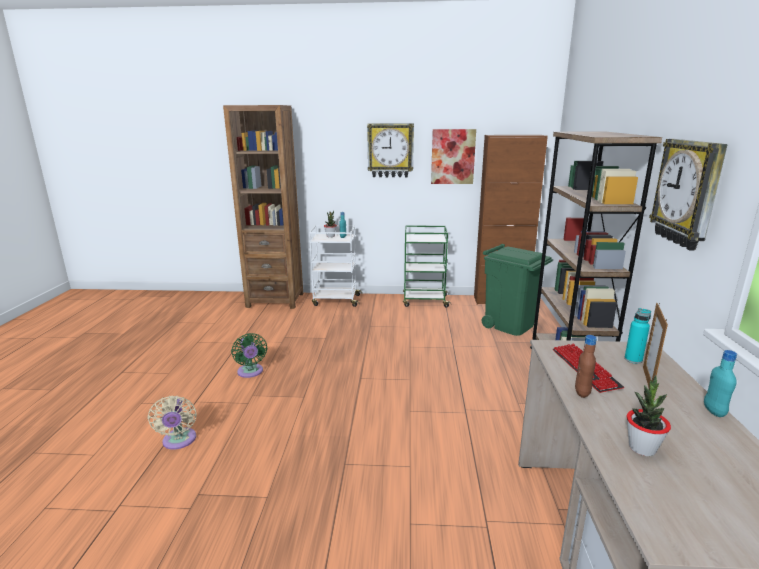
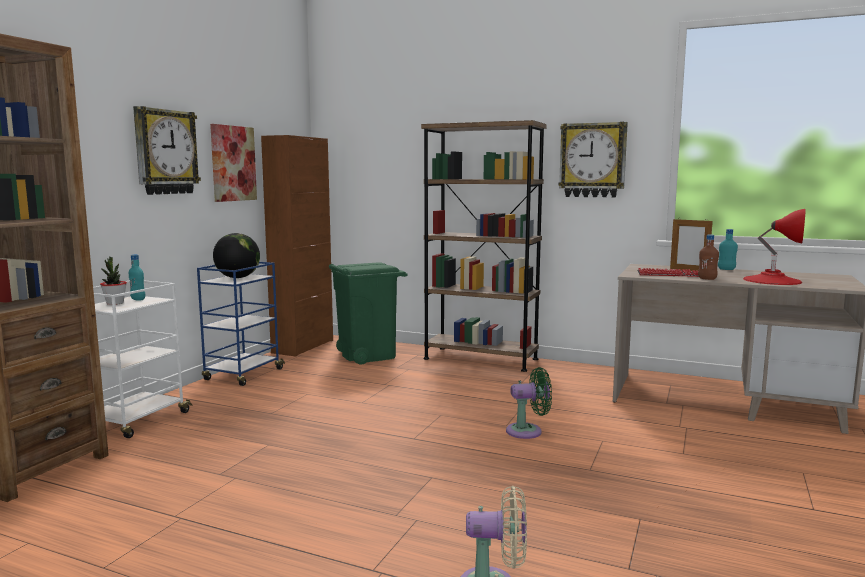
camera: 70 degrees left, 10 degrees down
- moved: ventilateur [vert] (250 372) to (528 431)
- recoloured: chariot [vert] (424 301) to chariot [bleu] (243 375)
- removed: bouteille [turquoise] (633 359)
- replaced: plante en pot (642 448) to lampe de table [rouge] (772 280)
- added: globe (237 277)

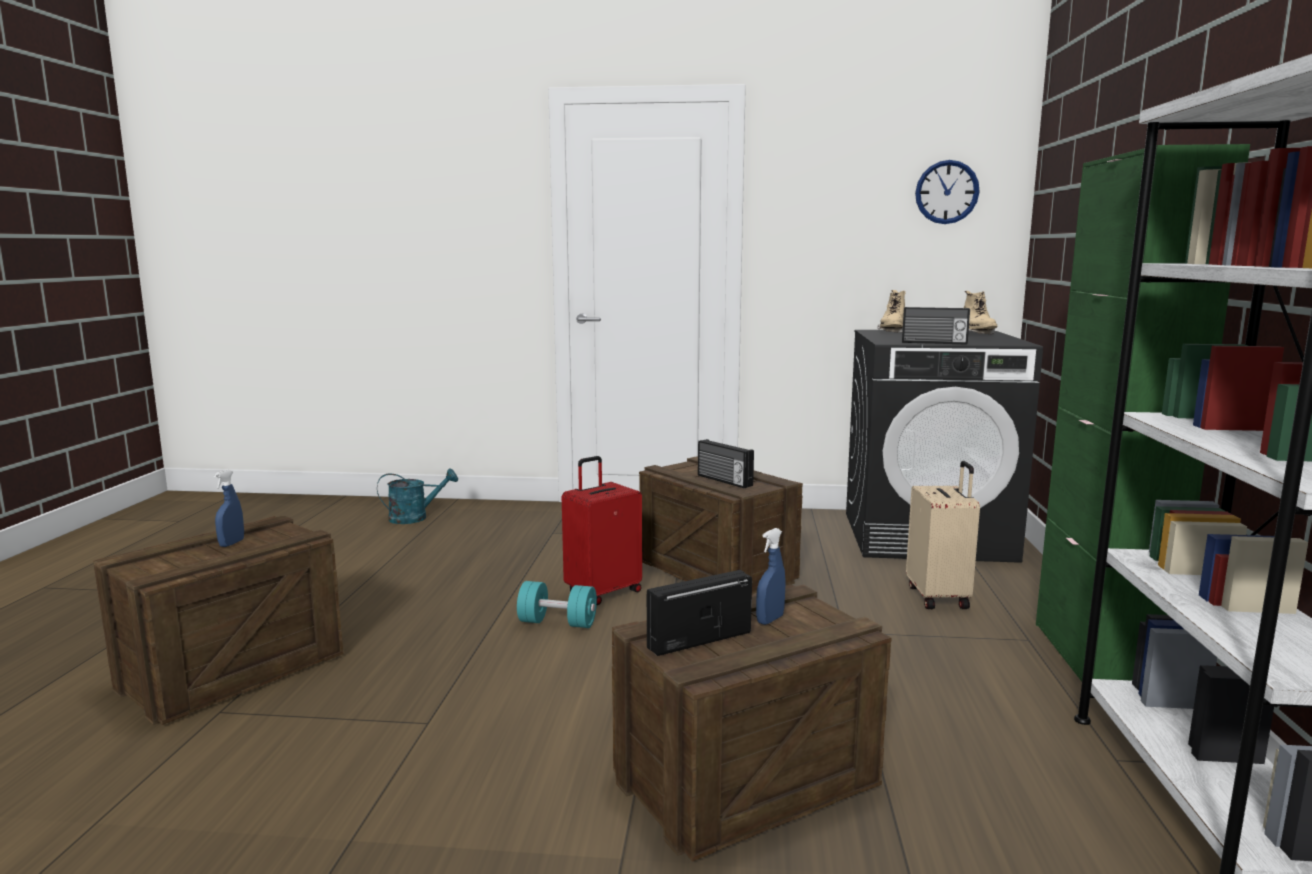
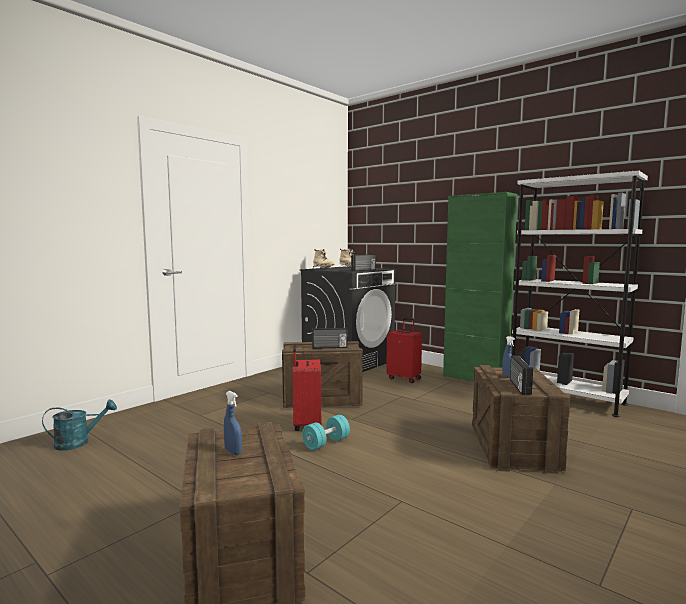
camera: 55 degrees left, 5 degrees down
- turned: arrosoir [turquoise] (415 518) = (78 442) 45 degrees clockwise
- recoloured: valise [beige] (939 597) to valise [rouge] (404 378)
- removed: horloge murale (946 192)

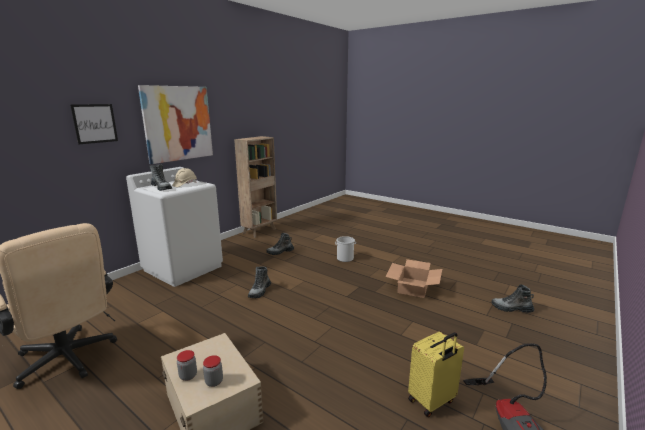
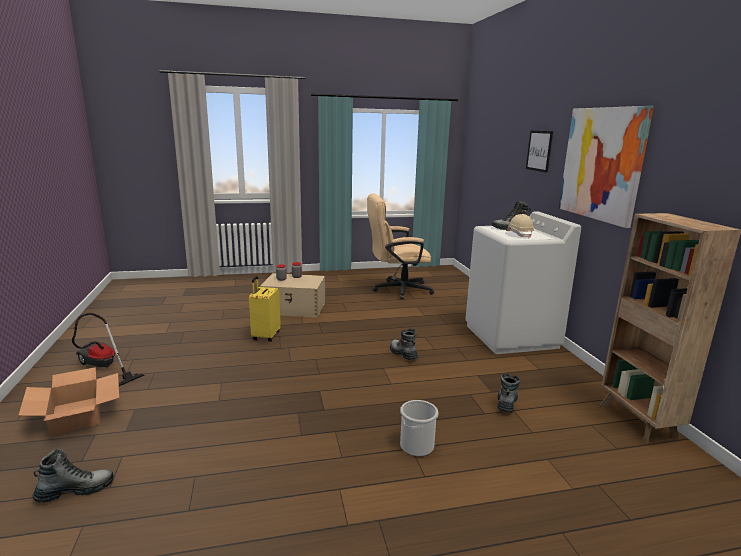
camera: 130 degrees right, 0 degrees up
- moved: carton (413 287) to (76 415)
- moved: valise [jaune] (432 401) to (265 336)

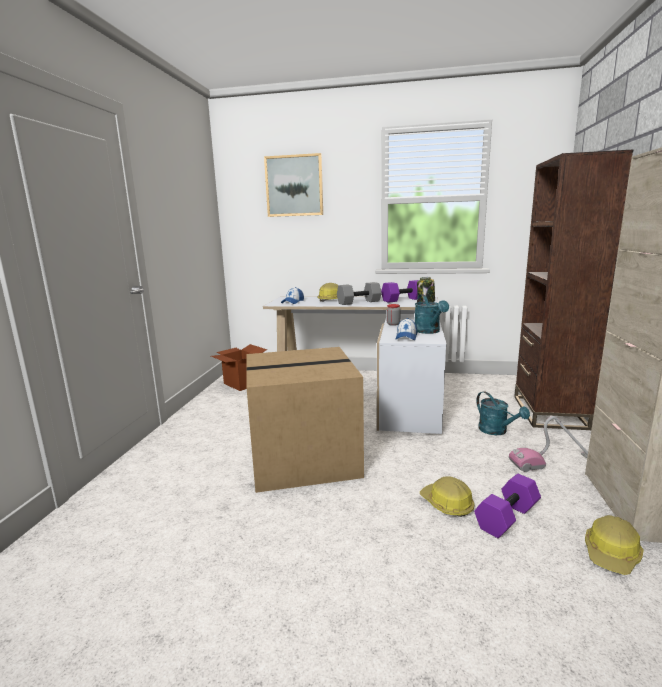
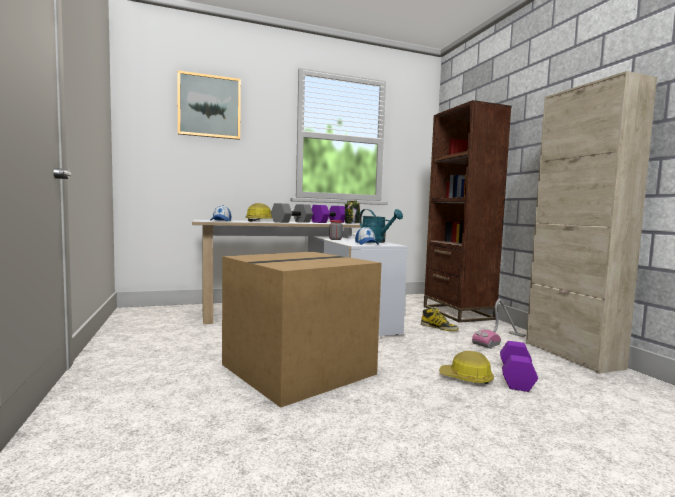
camera: 30 degrees left, 10 degrees down
- removed: carton (241 384)
- replaced: arrosoir [turquoise] (497 431) to botte (439 328)
- removed: casque de chantier (612 554)

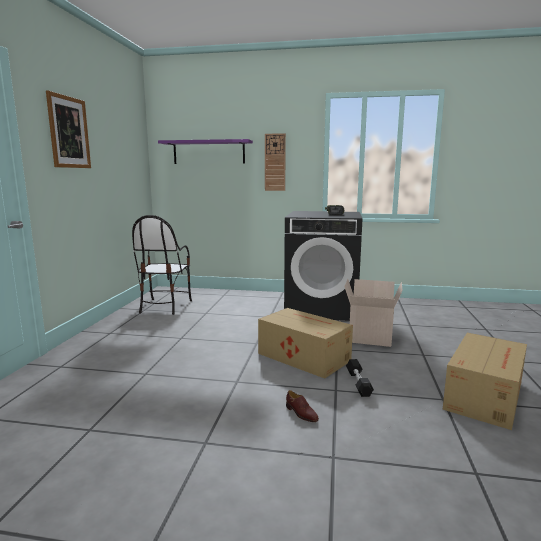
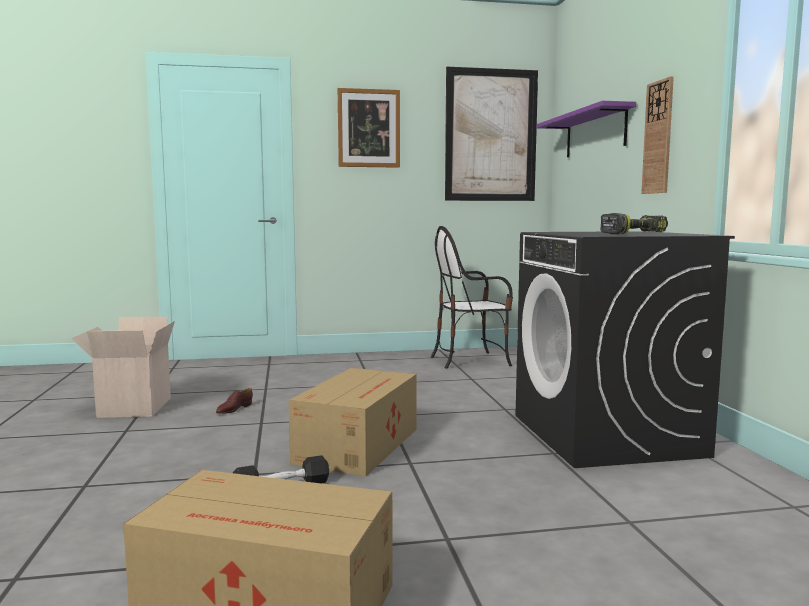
camera: 70 degrees right, 5 degrees down
- moved: chaussure [marron] (301 413) to (234 409)
- moved: carton (369 338) to (133 407)
- added: tableau (491 135)

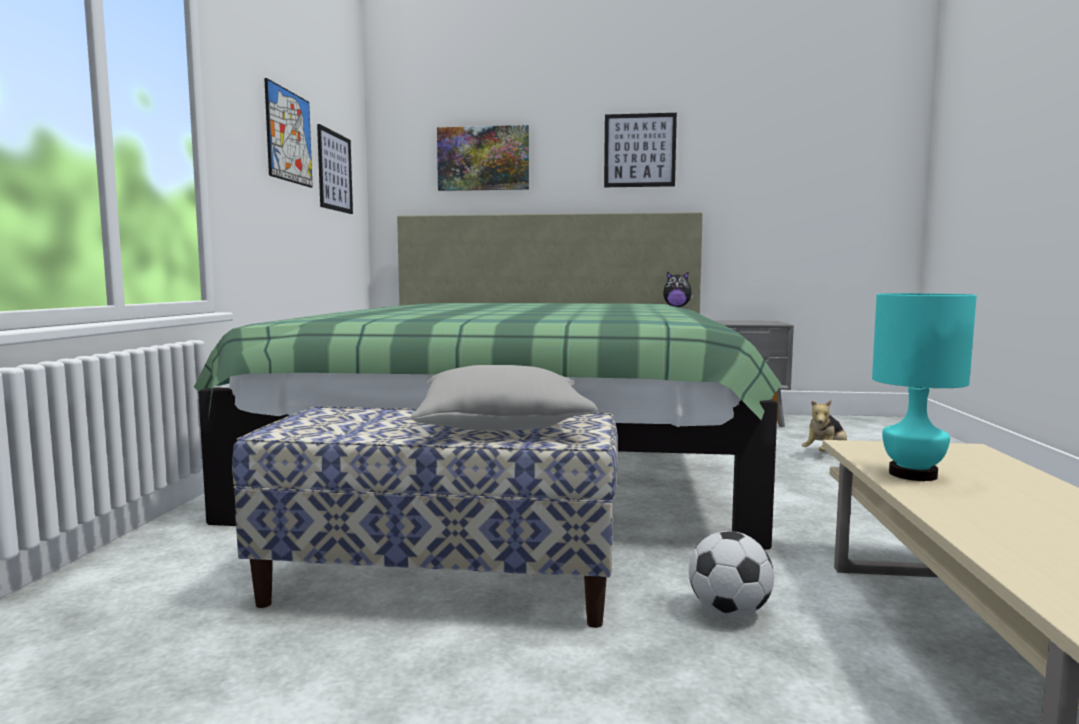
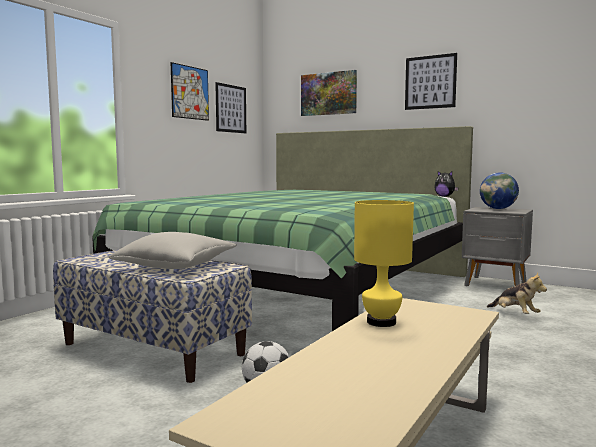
camera: 25 degrees right, 0 degrees up
- turned: peluche (825 453) = (515 314) 105 degrees counterclockwise
- recoloured: lampe de table [turquoise] (911 474) to lampe de table [jaune] (381 322)
- added: globe (498 208)

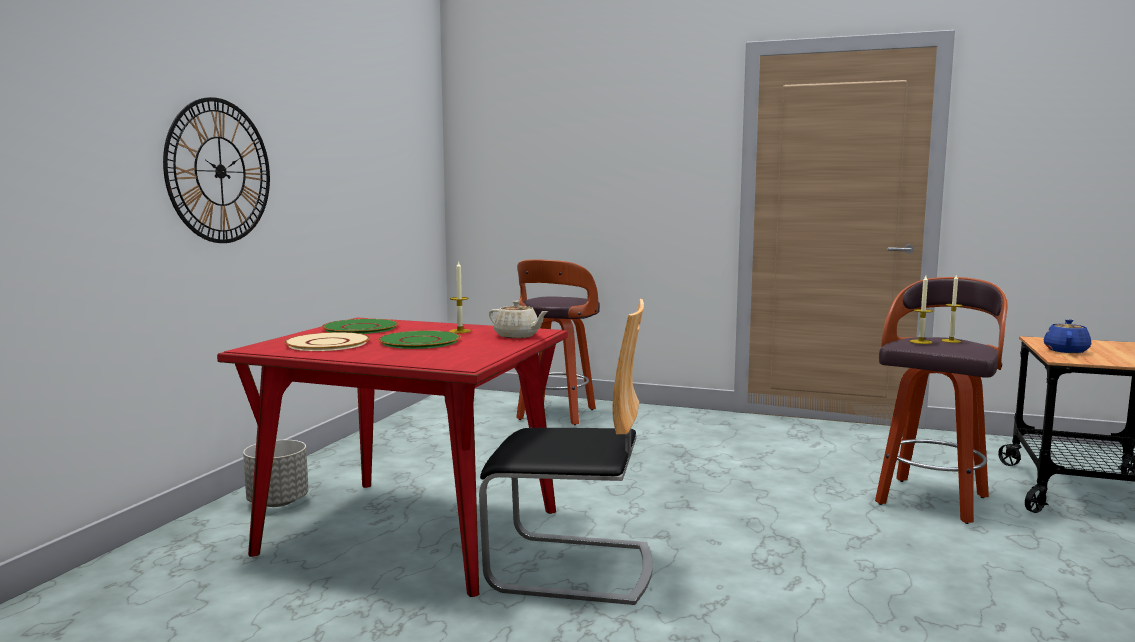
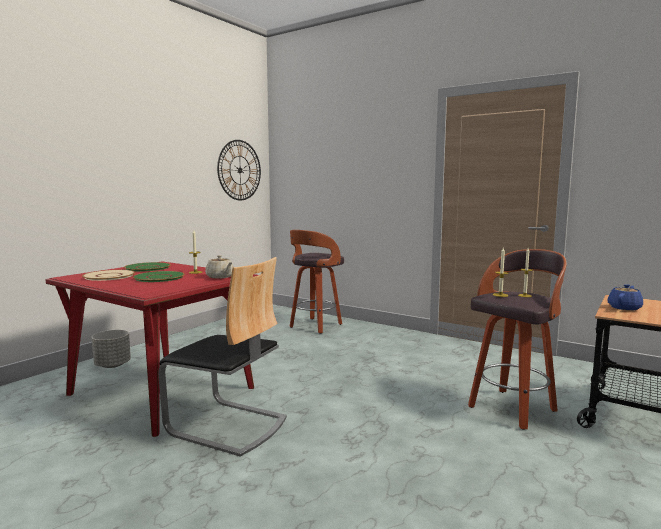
camera: 15 degrees right, 0 degrees up
- moved: horloge murale (220 171) to (239 170)

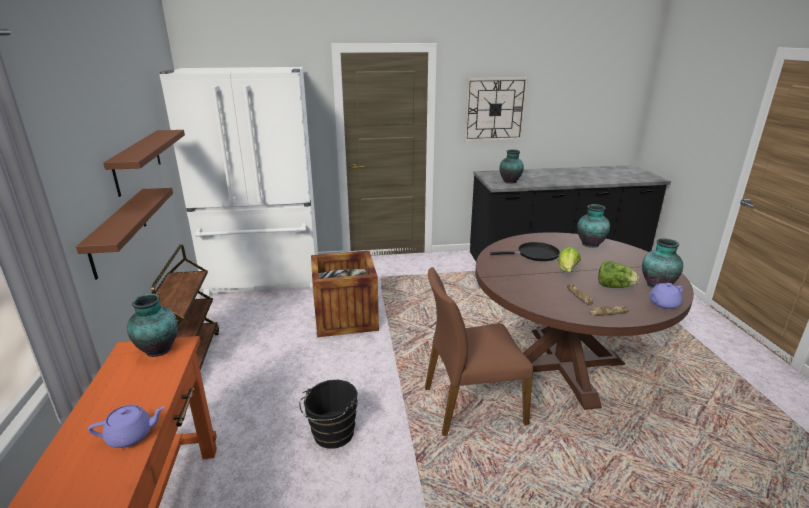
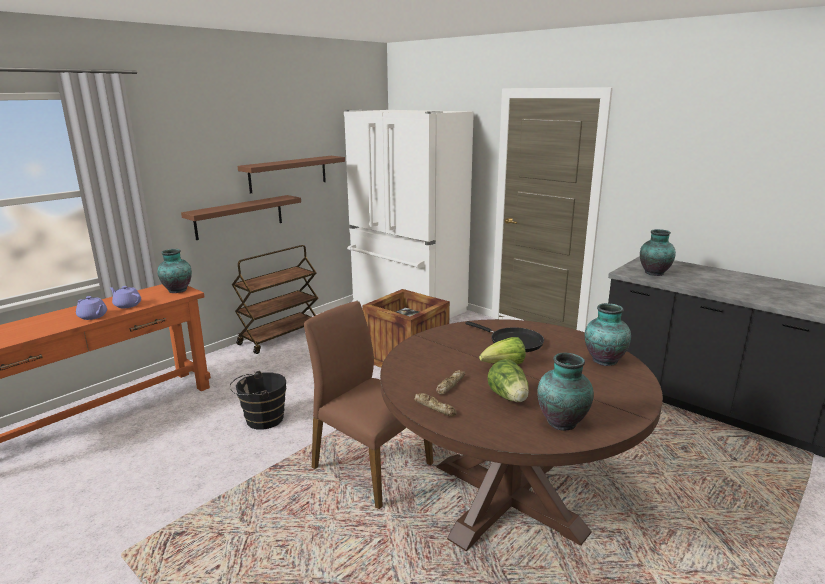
camera: 50 degrees right, 5 degrees down
- removed: horloge murale (495 109)
- moved: théière [violet] (663 304) to (127 305)

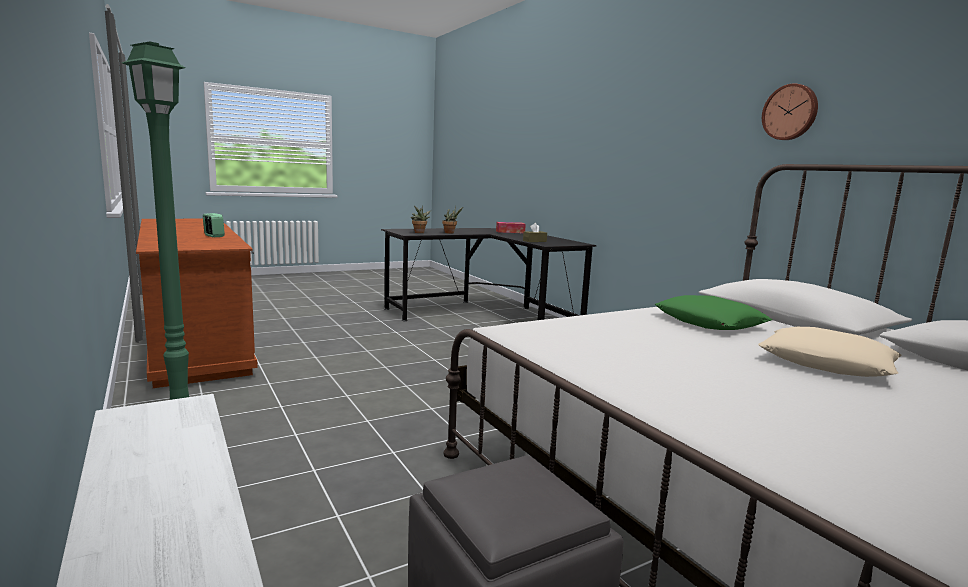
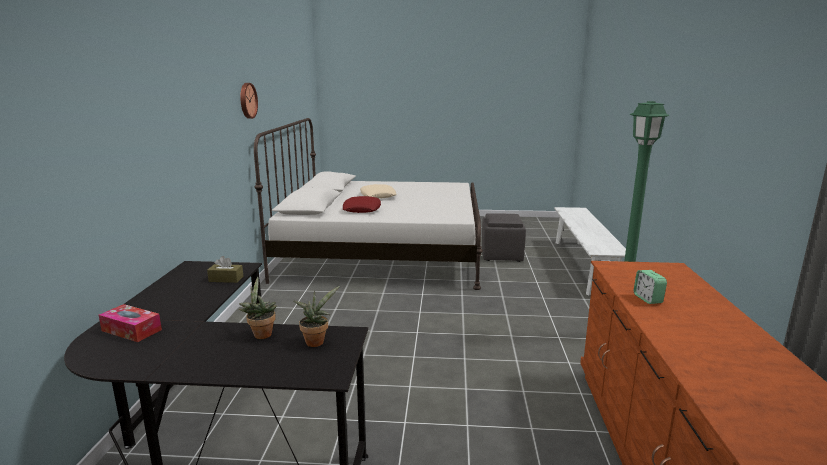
camera: 145 degrees left, 5 degrees up
- recoloured: coussin [vert] (709 322) to coussin [rouge] (362 209)

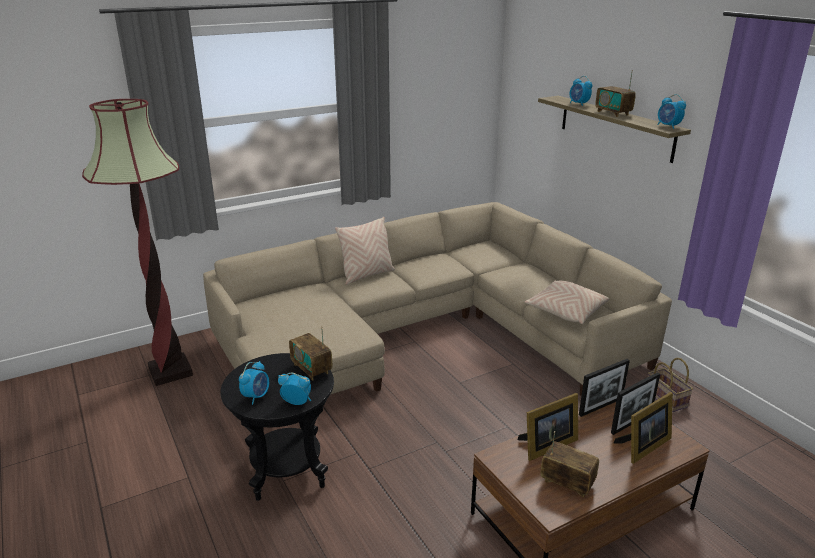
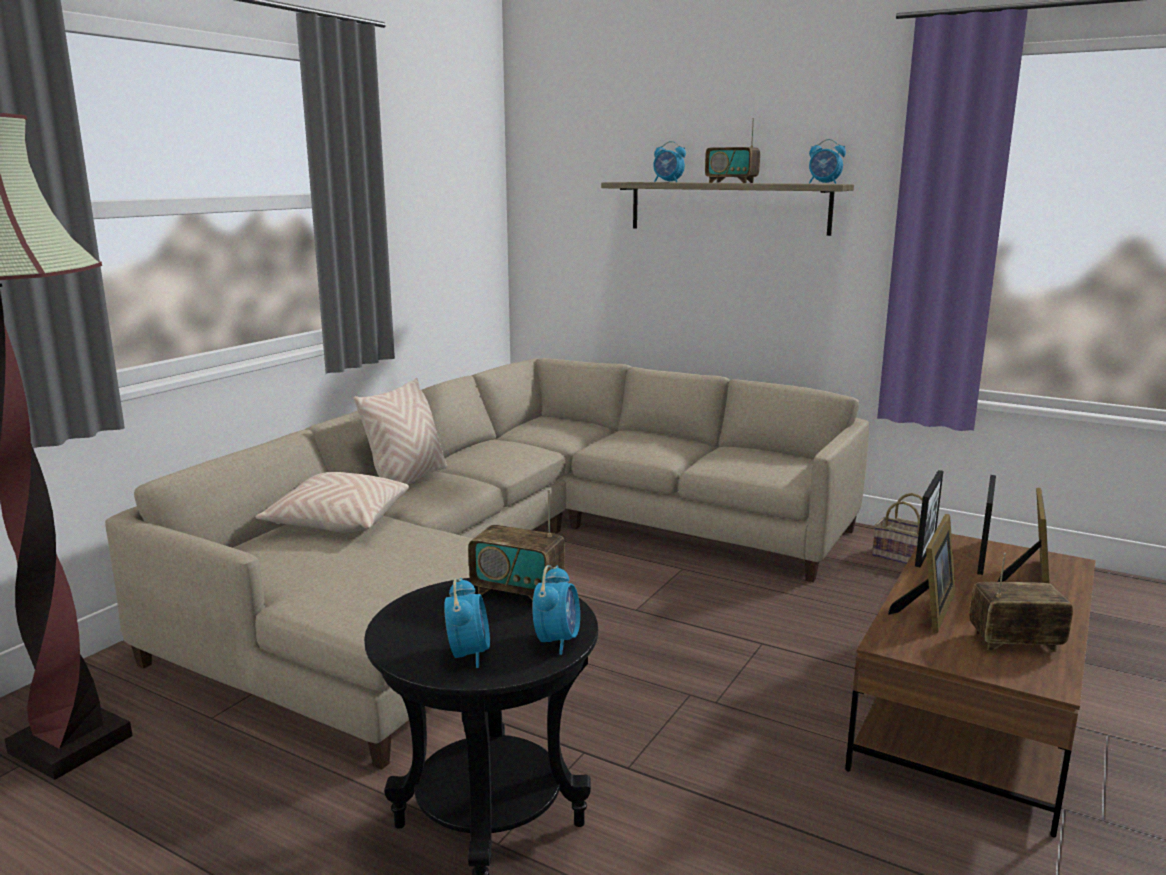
camera: 30 degrees left, 10 degrees down
- turned: réveil (297 402) = (557 641) 120 degrees clockwise
- moved: coussin [beige] (566 311) to (337 522)

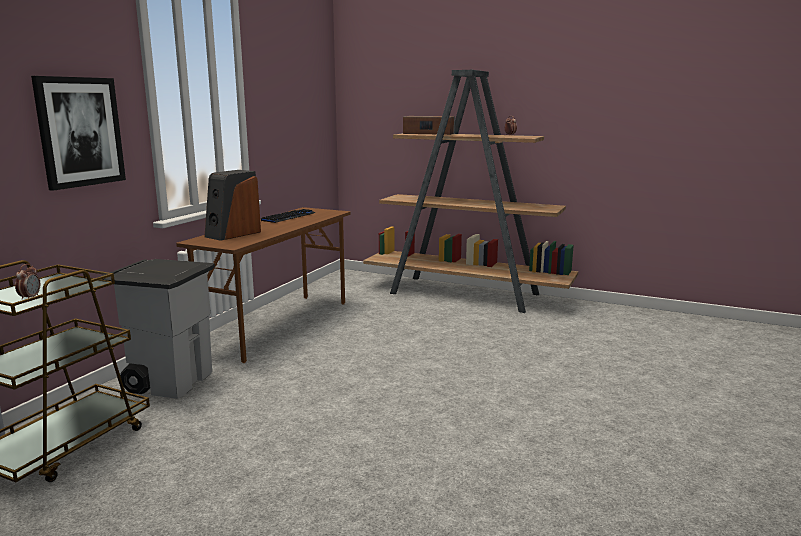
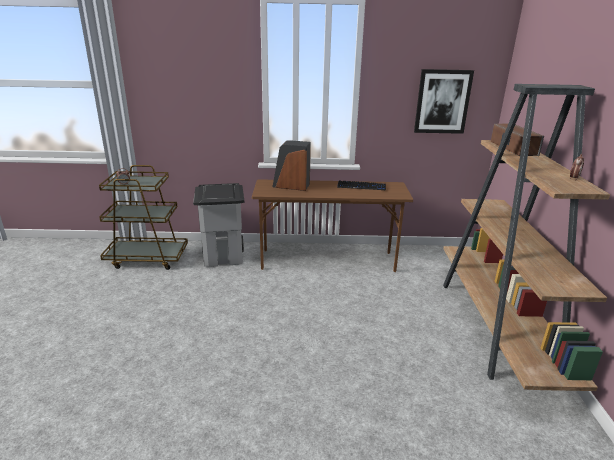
camera: 65 degrees right, 10 degrees up
- moved: tableau (80 132) to (442 101)

